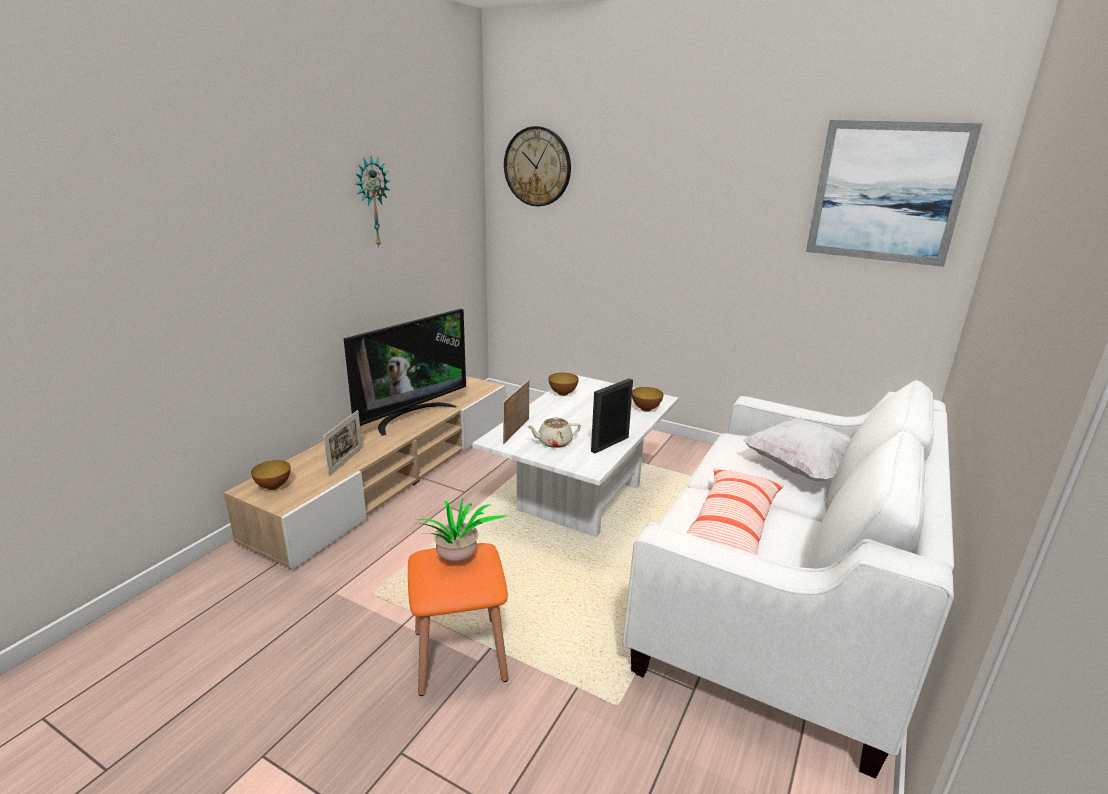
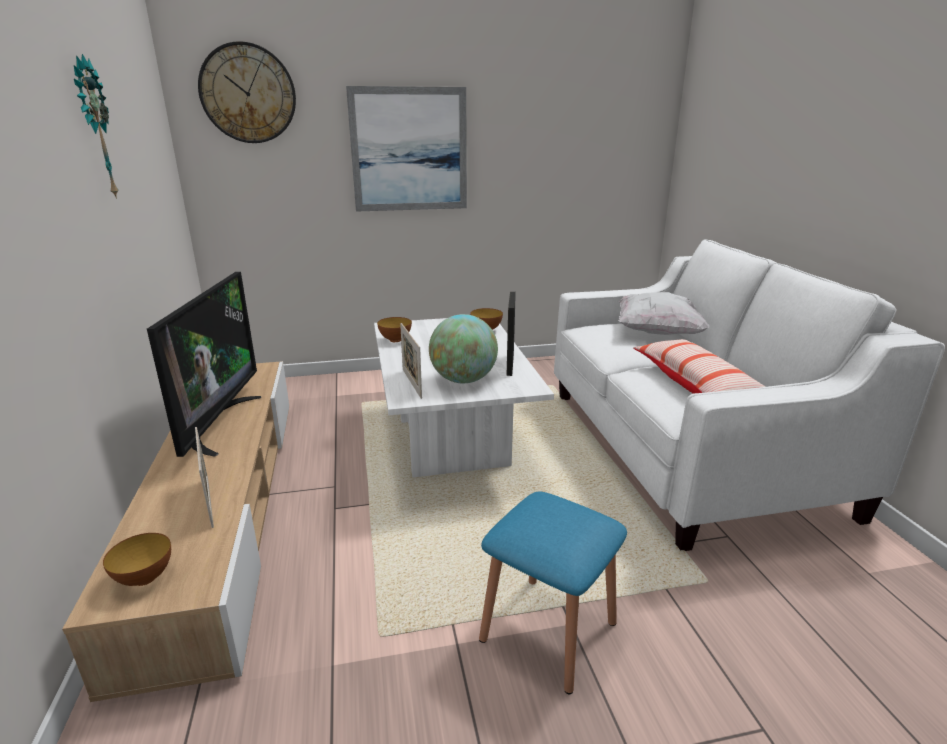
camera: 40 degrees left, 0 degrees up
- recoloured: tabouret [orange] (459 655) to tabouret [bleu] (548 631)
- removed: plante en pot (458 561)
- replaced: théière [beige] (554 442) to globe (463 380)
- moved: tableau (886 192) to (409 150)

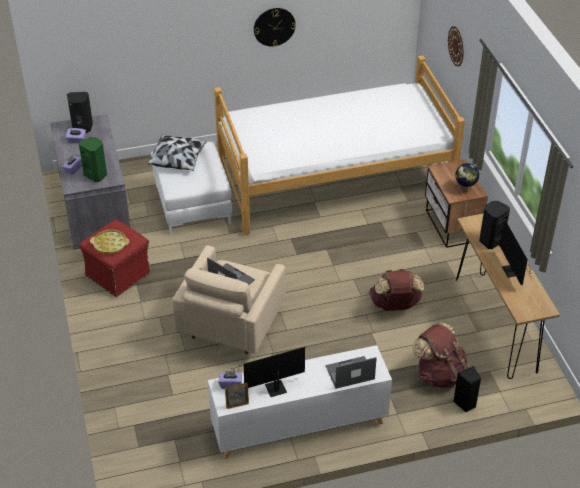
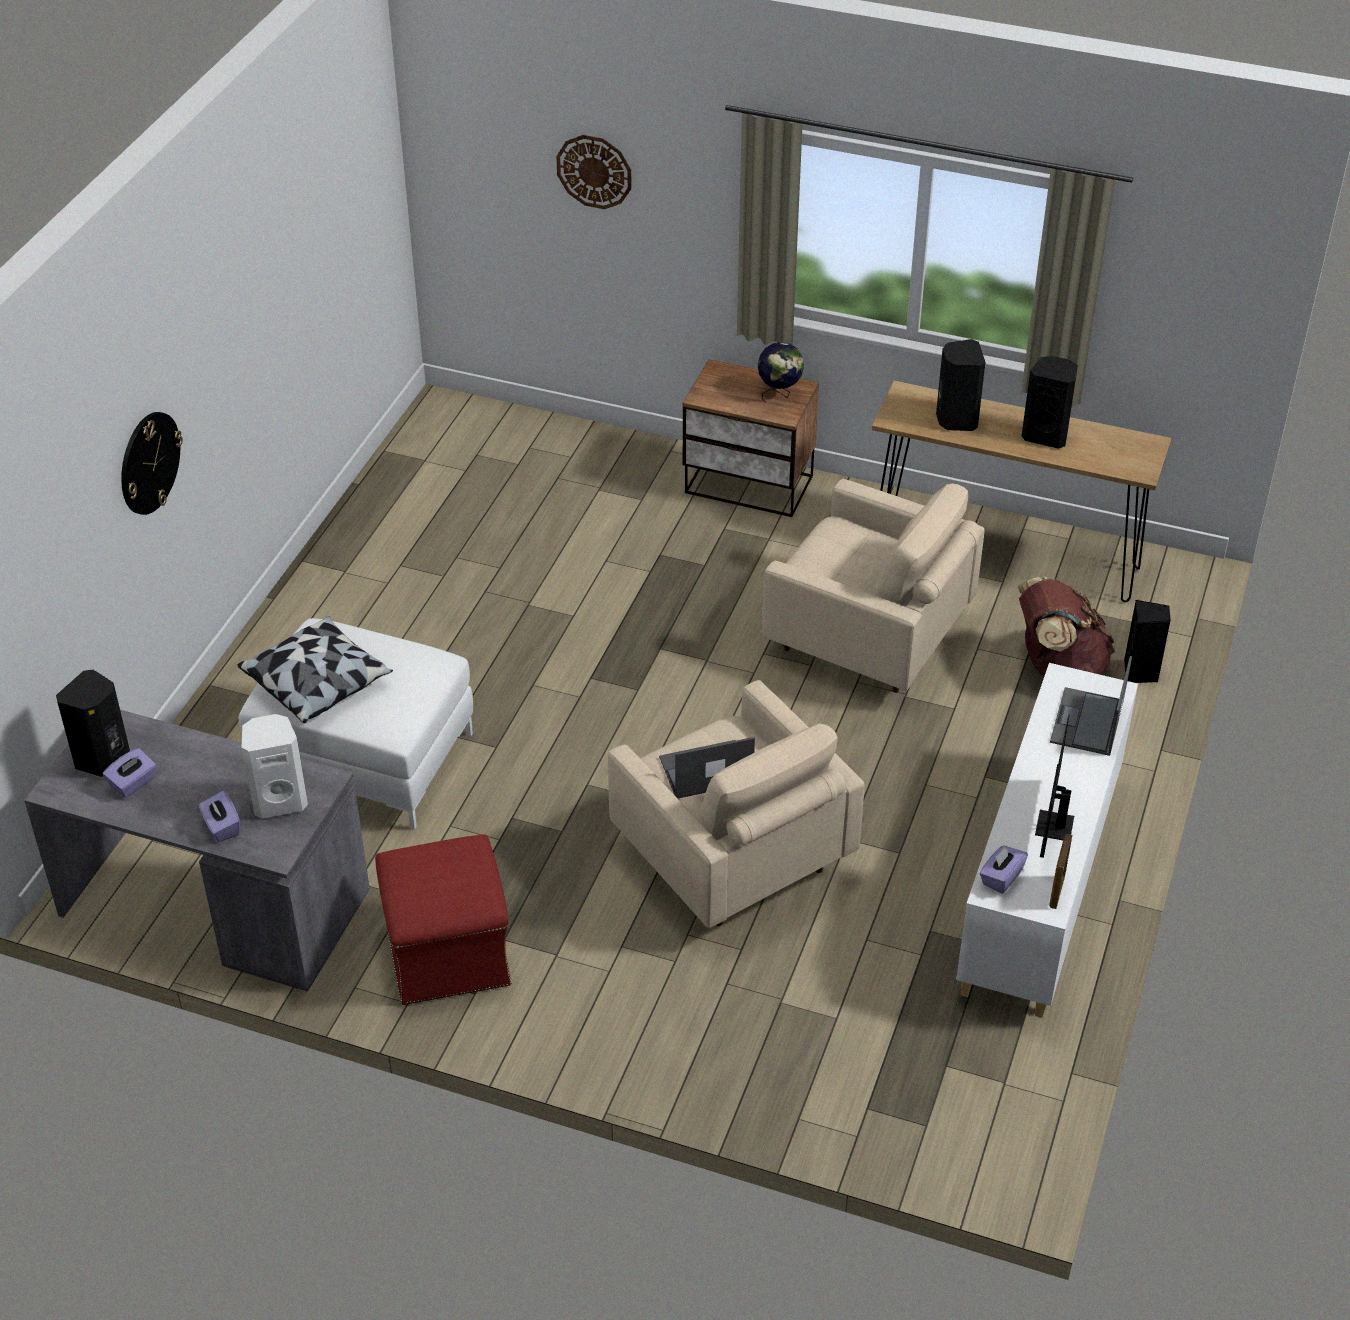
camera: 55 degrees left, 0 degrees up
- recoloured: enceinte [vert] (96 175) to enceinte [blanc] (279 800)
- removed: plateau [jaune] (110 244)
- removed: lit (335 180)
- moved: horloge murale (274 26) to (149 463)
- replaced: sac à dos [marron] (395 306) to fauteuil [beige] (868 639)
- replaced: écran d'ordinateur (512 273) to enceinte [noir] (1046 435)

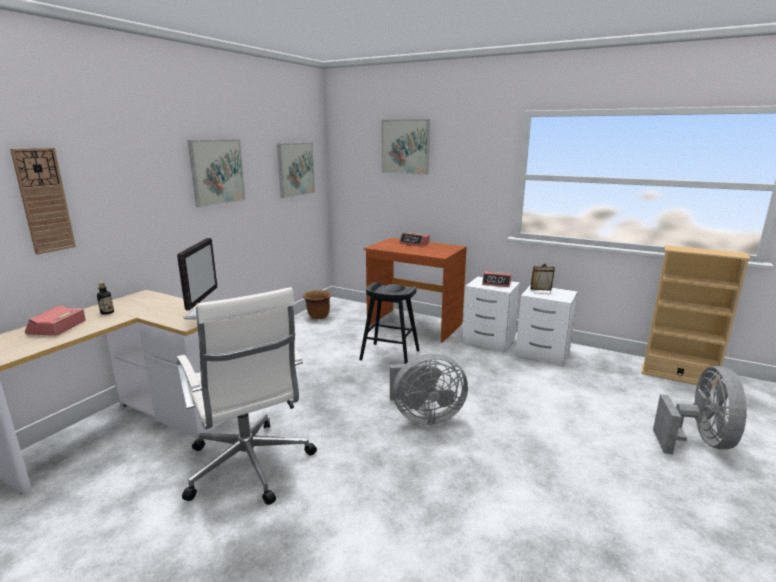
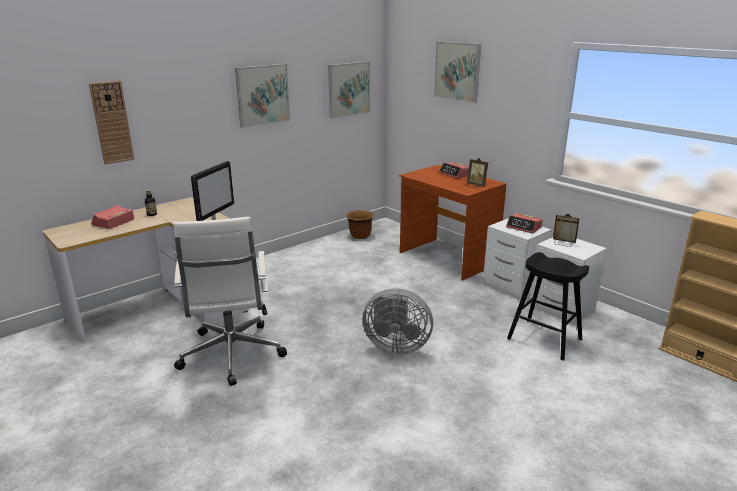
camera: 20 degrees right, 5 degrees up
- moved: tabouret [noir] (390 355) to (544 339)
- removed: ventilateur [gris] (699 441)
- added: cadre photo (477 185)

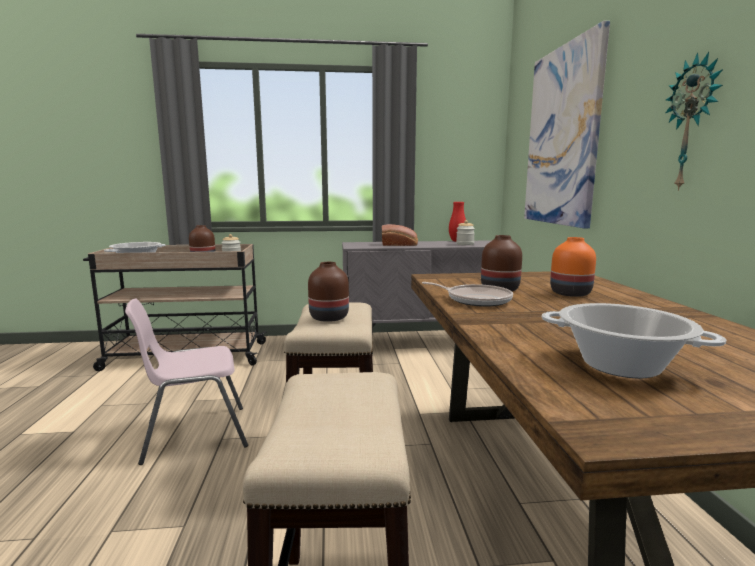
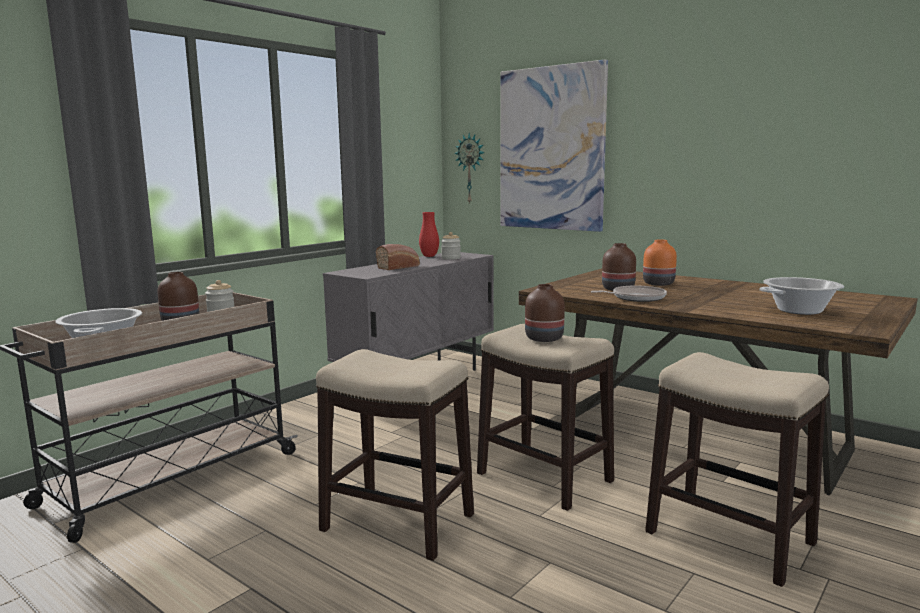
camera: 45 degrees left, 0 degrees up
- replaced: chaise [rose] (194 434) to tabouret (396 522)
- moved: horloge murale (692 124) to (471 168)

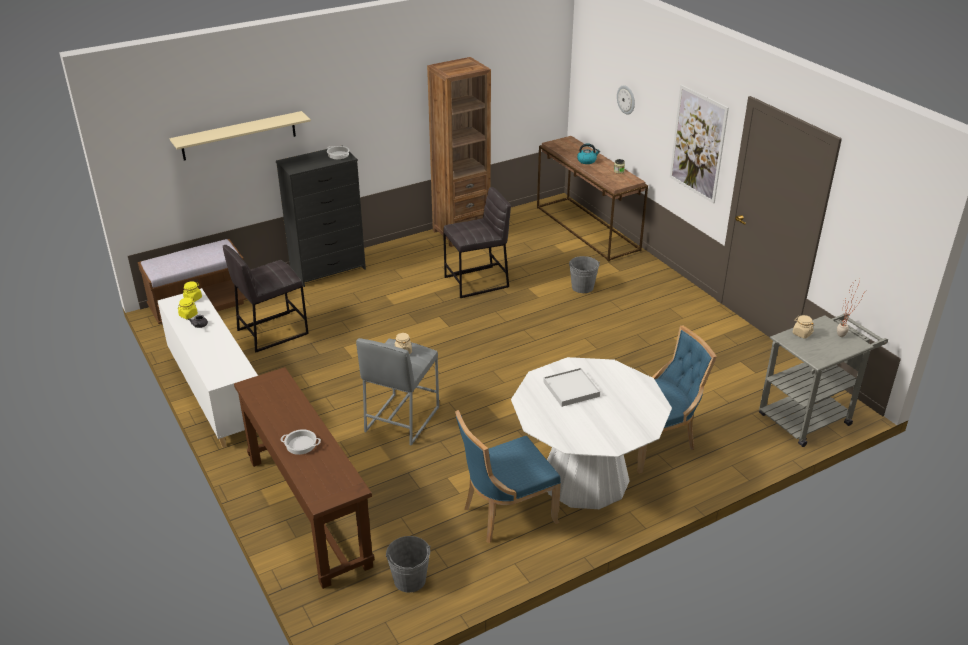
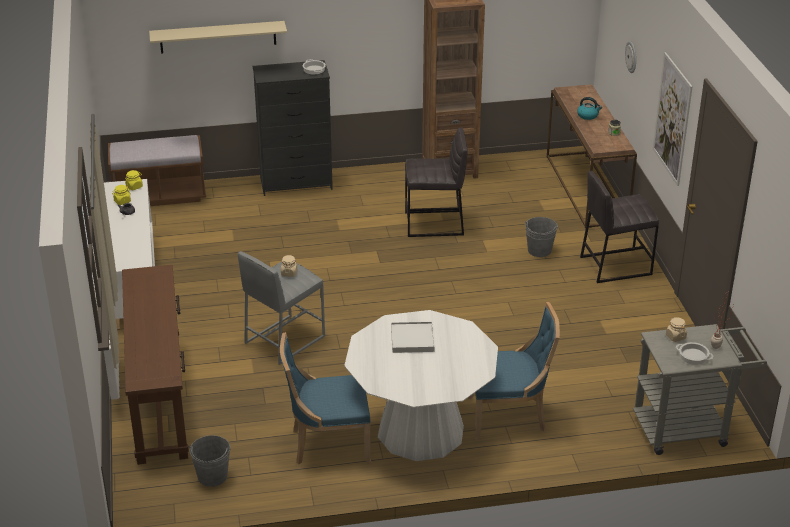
camera: 20 degrees right, 0 degrees up
- moved: tabouret [gris] (271 332) to (615 265)
- moved: marmite (300 445) to (693 356)

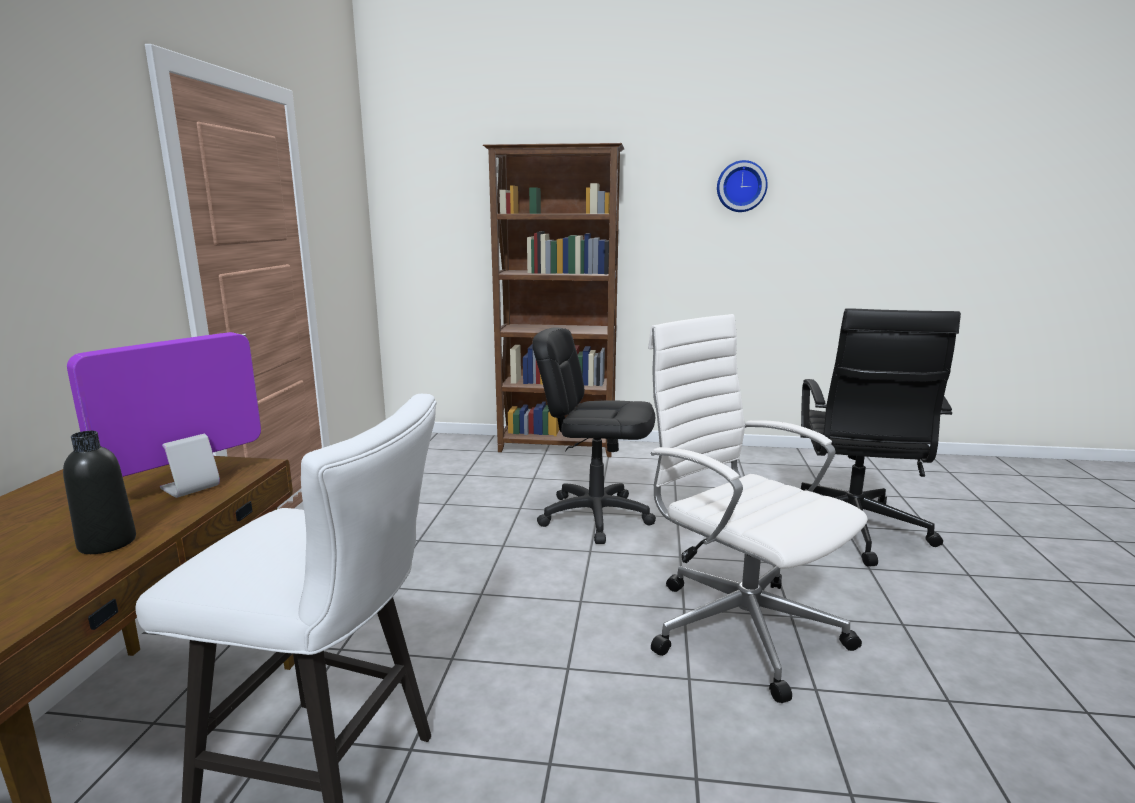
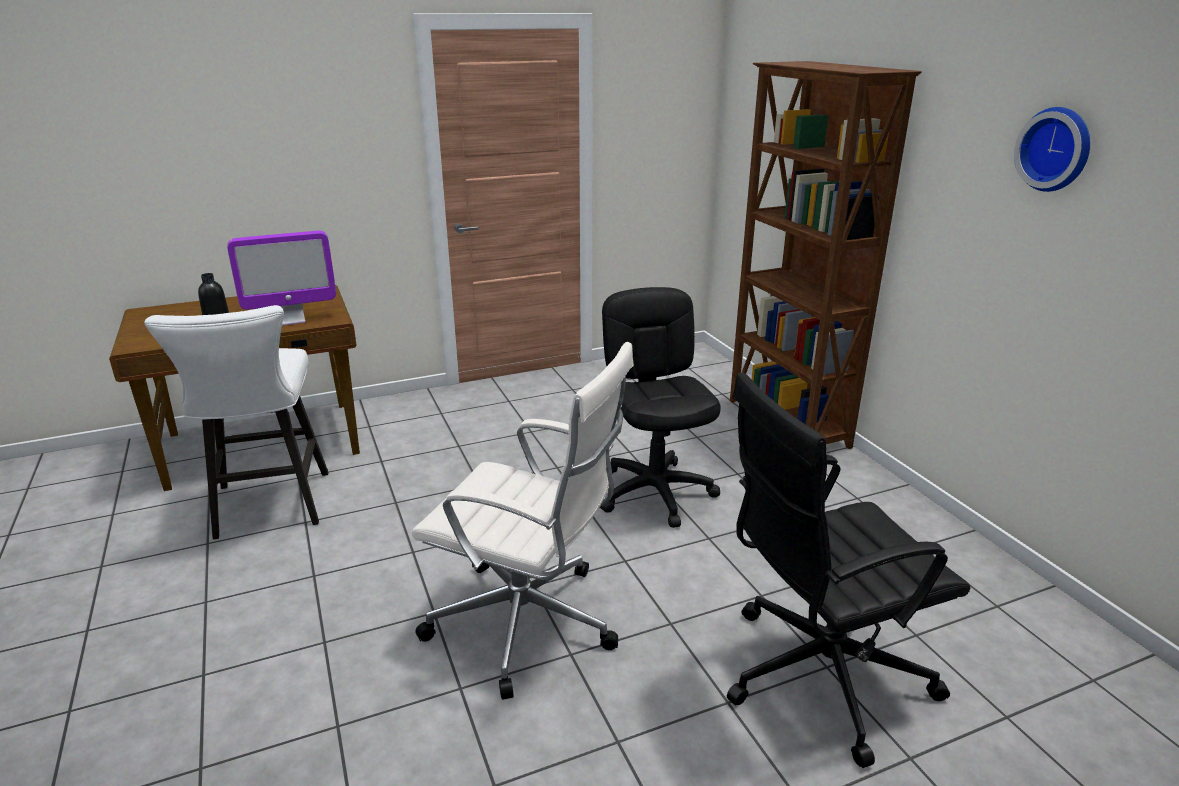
camera: 60 degrees right, 10 degrees up
- turned: écran d'ordinateur (190 488) = (292 320) 150 degrees clockwise
- turned: chaise de bureau [blanc] (739 626) = (528 624) 90 degrees clockwise

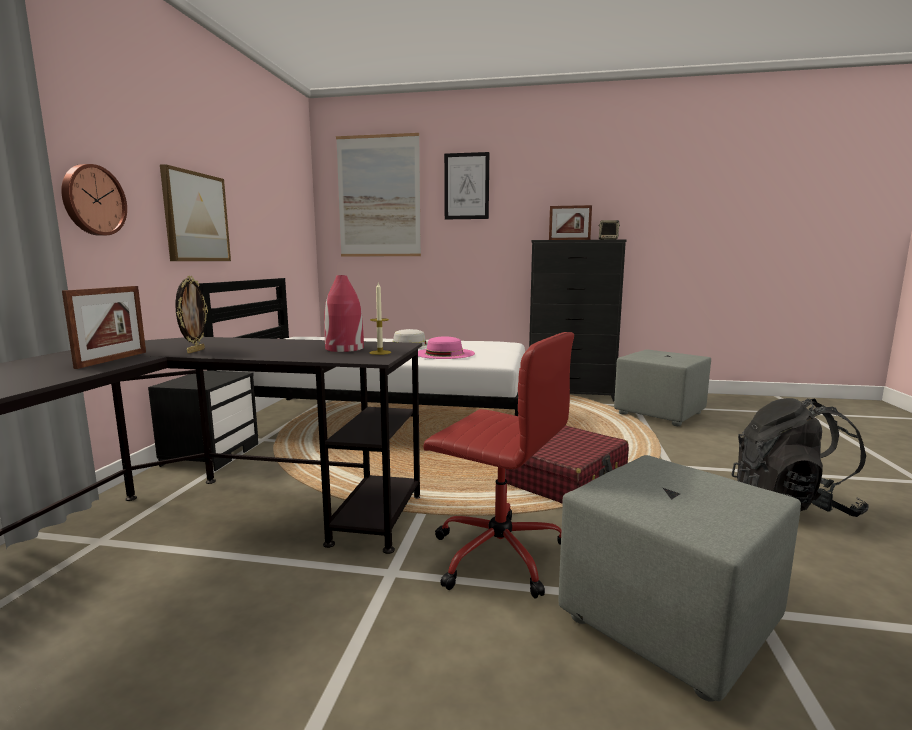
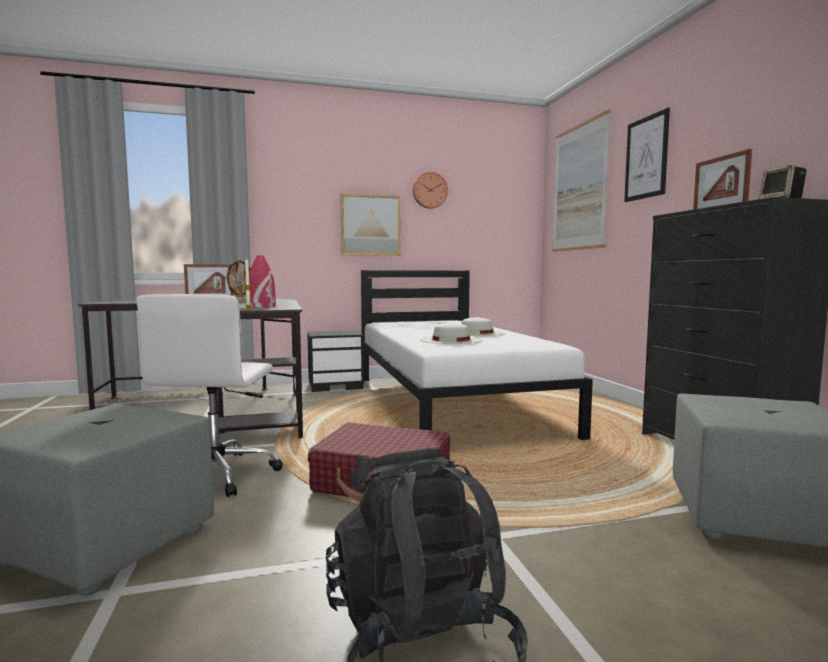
camera: 65 degrees right, 5 degrees down
- moved: horloge murale (92 200) to (429 190)
- recoloured: chapeau [rose] (444 353) to chapeau [blanc] (451 340)
- recoloured: chaise de bureau [rouge] (497 553) to chaise de bureau [blanc] (217 474)

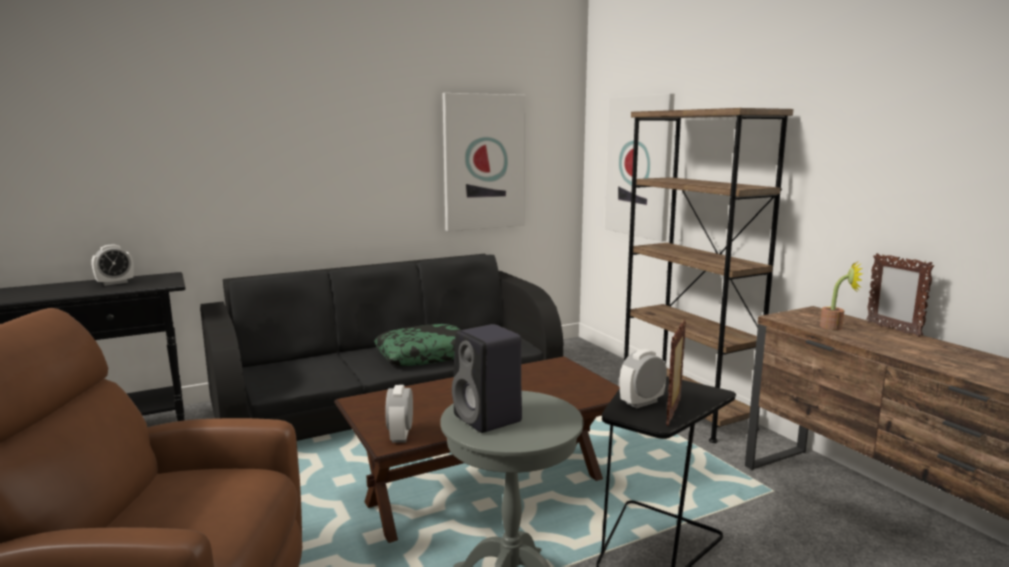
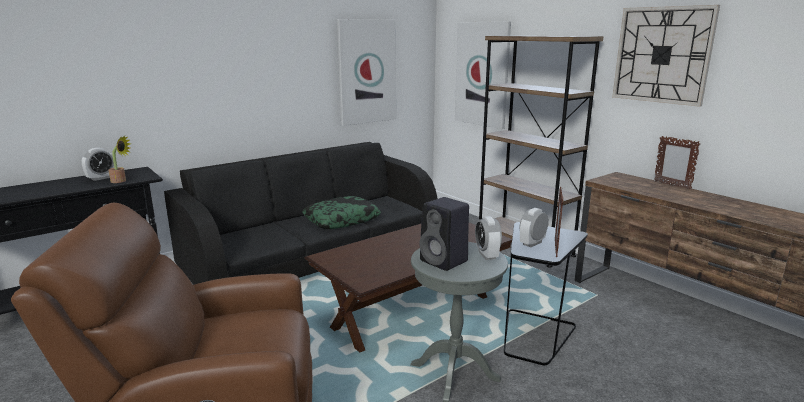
camera: 10 degrees left, 5 degrees up
- moved: réveil (400 436) to (487 255)
- moved: plante en pot (835 327) to (121 181)
- added: horloge murale (662 55)

